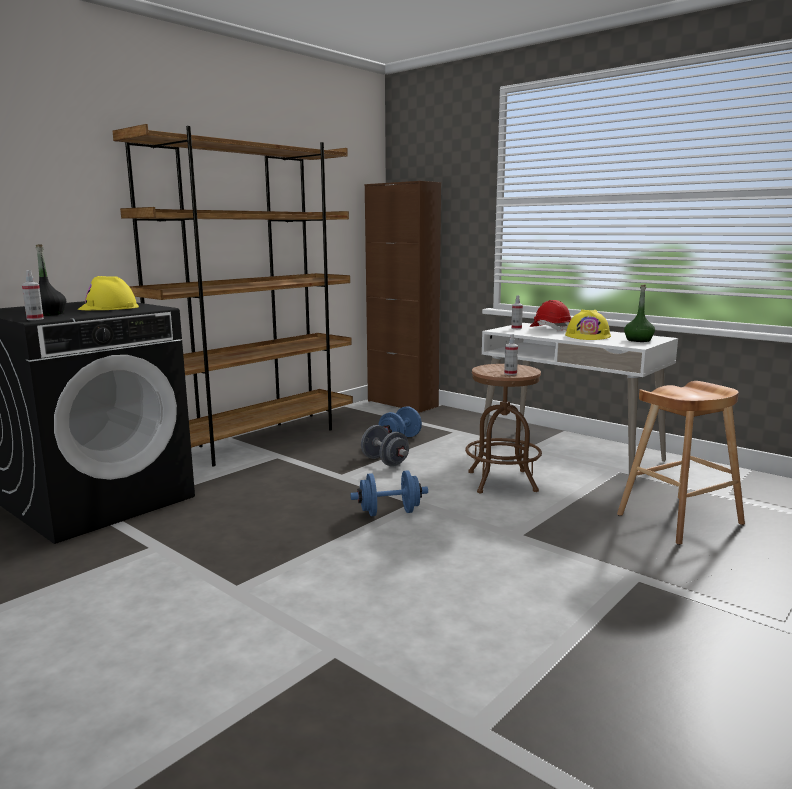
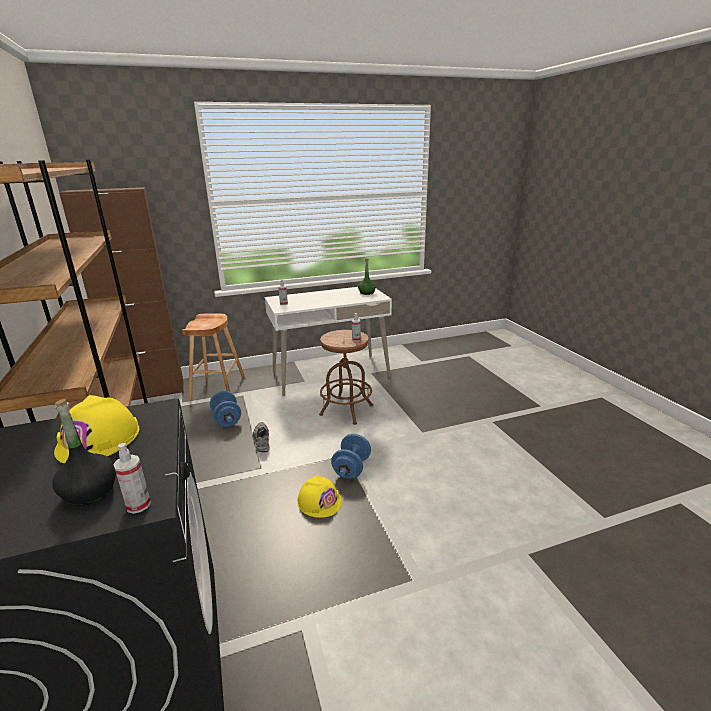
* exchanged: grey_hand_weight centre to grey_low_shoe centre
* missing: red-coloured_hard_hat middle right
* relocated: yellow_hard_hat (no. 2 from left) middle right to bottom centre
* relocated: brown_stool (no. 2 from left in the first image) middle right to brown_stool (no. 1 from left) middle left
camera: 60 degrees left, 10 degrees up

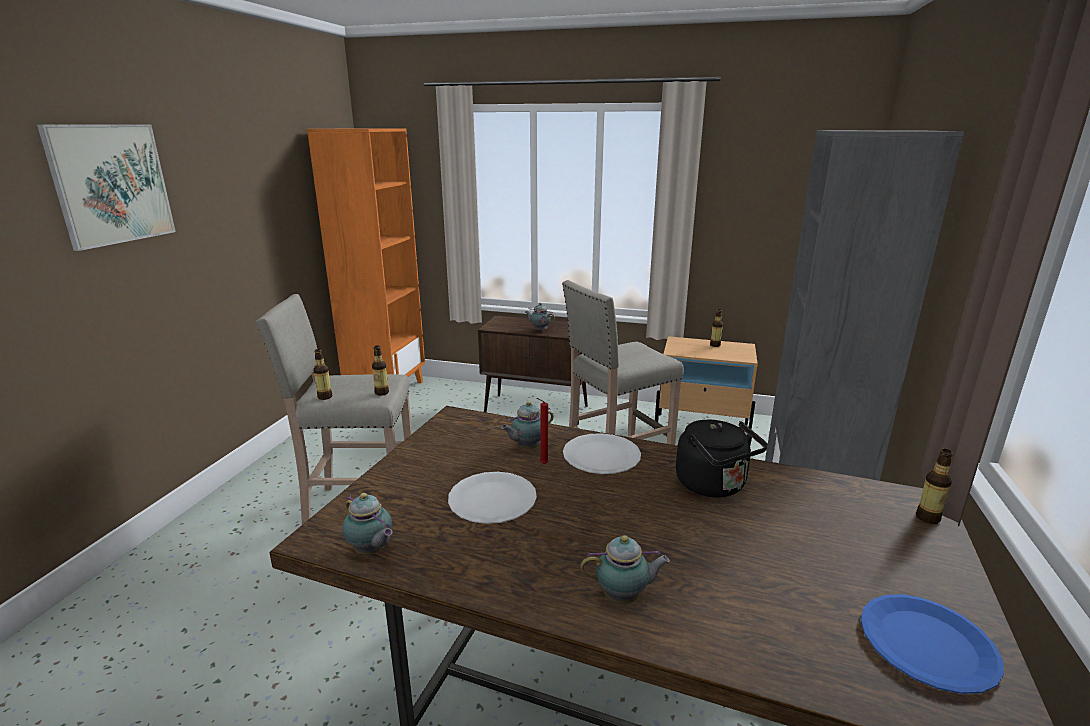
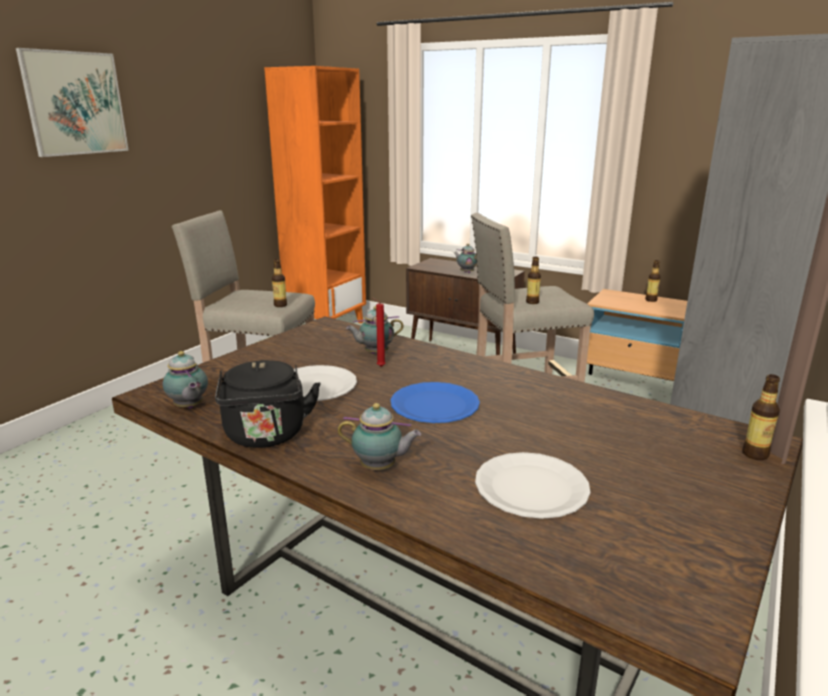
* relocated: bottle (no. 1 from left in the first image) middle left to bottle (no. 2 from left) centre
* relocated: white_flat_dish (no. 2 from left) centre to bottom centre
* relocated: black_water_kettle centre to middle left
* relocated: blue_flat_dish bottom right to centre
camera: 15 degrees right, 0 degrees up

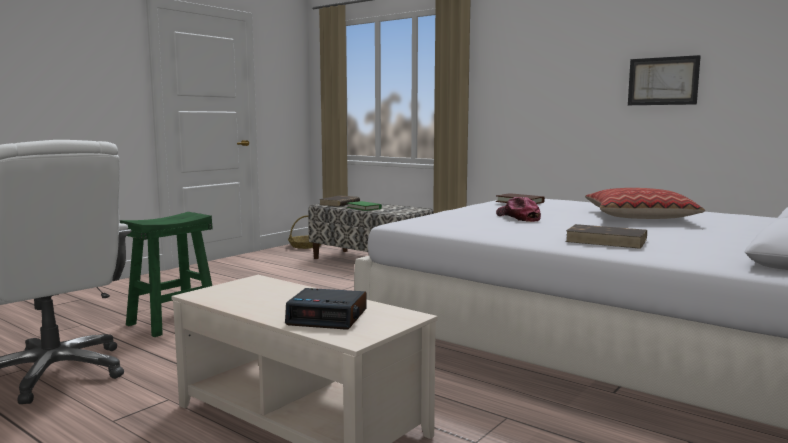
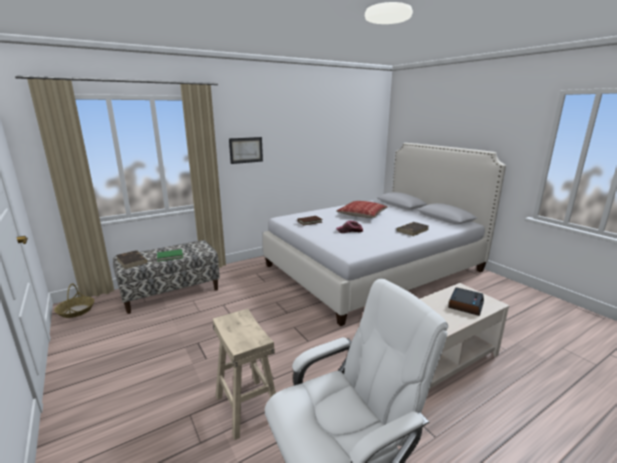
* colour: greenish_stool middle left to beige_stool bottom centre
* relocated: wall_art top right to top centre
camera: 70 degrees left, 10 degrees up

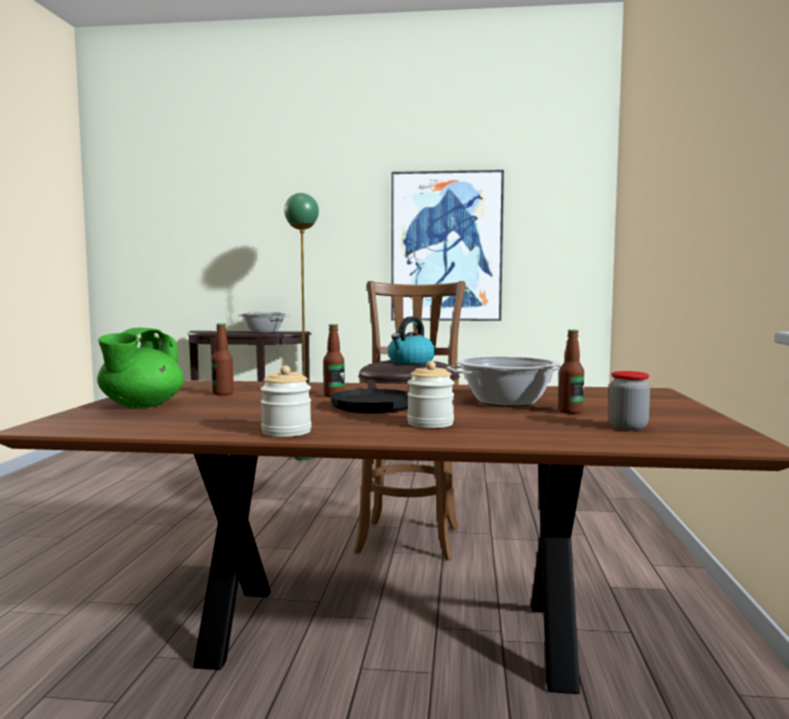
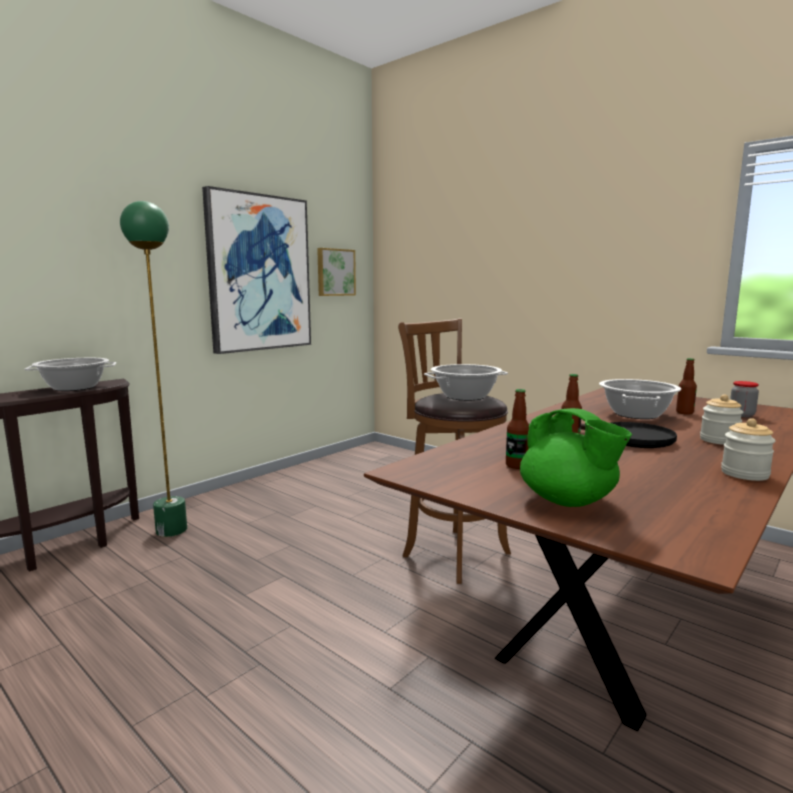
* exchanged: water_kettle centre to saucepot (no. 2 from left) centre
* appeared: wall_art (no. 2 from left) centre
camera: 55 degrees left, 5 degrees up

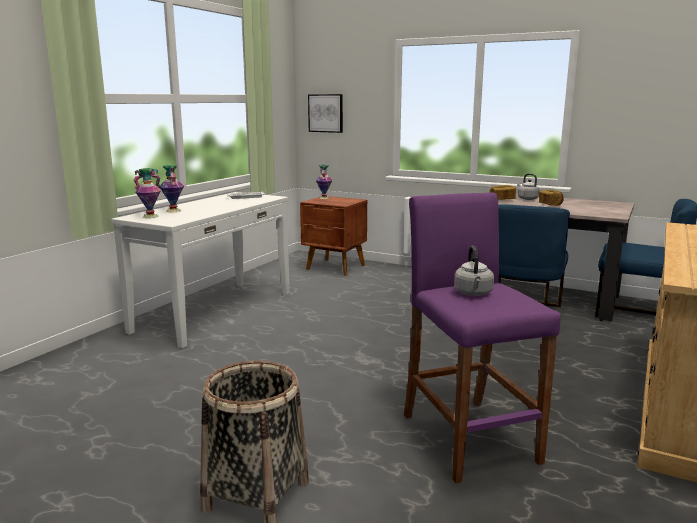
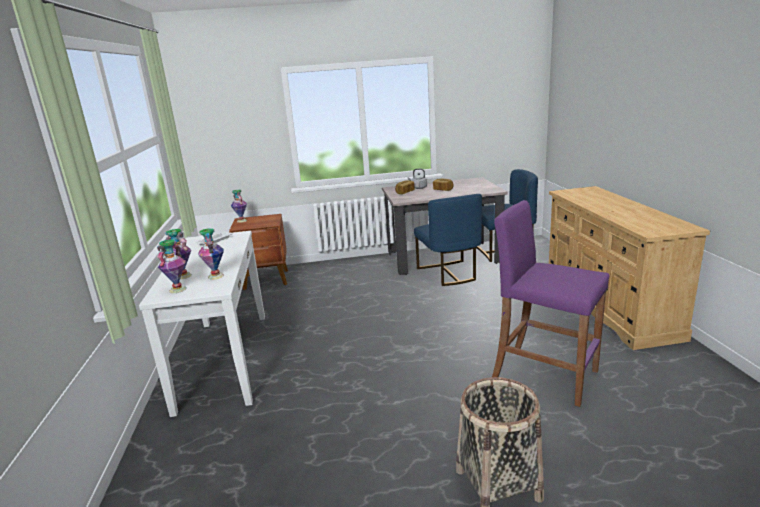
* missing: wall_art top centre
* missing: grey_water_kettle (no. 1 from left) middle right
* appeared: decorative_vase (no. 3 from left) middle left
camera: 35 degrees left, 5 degrees up

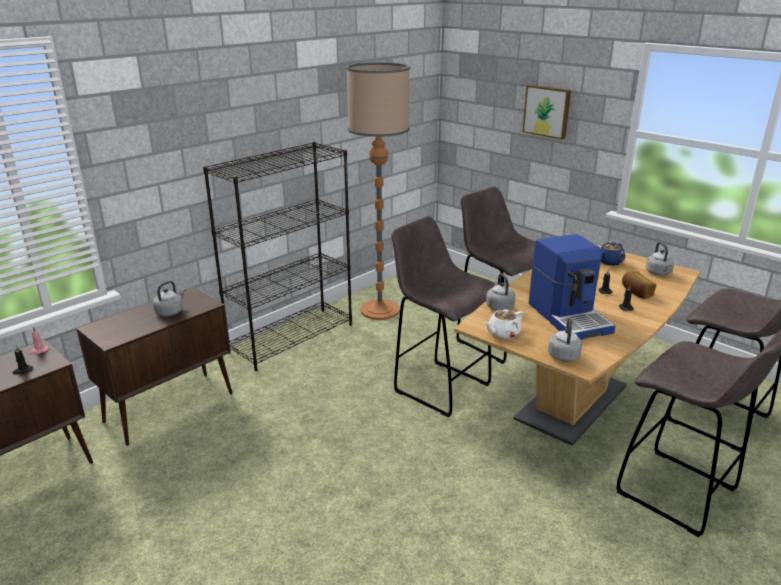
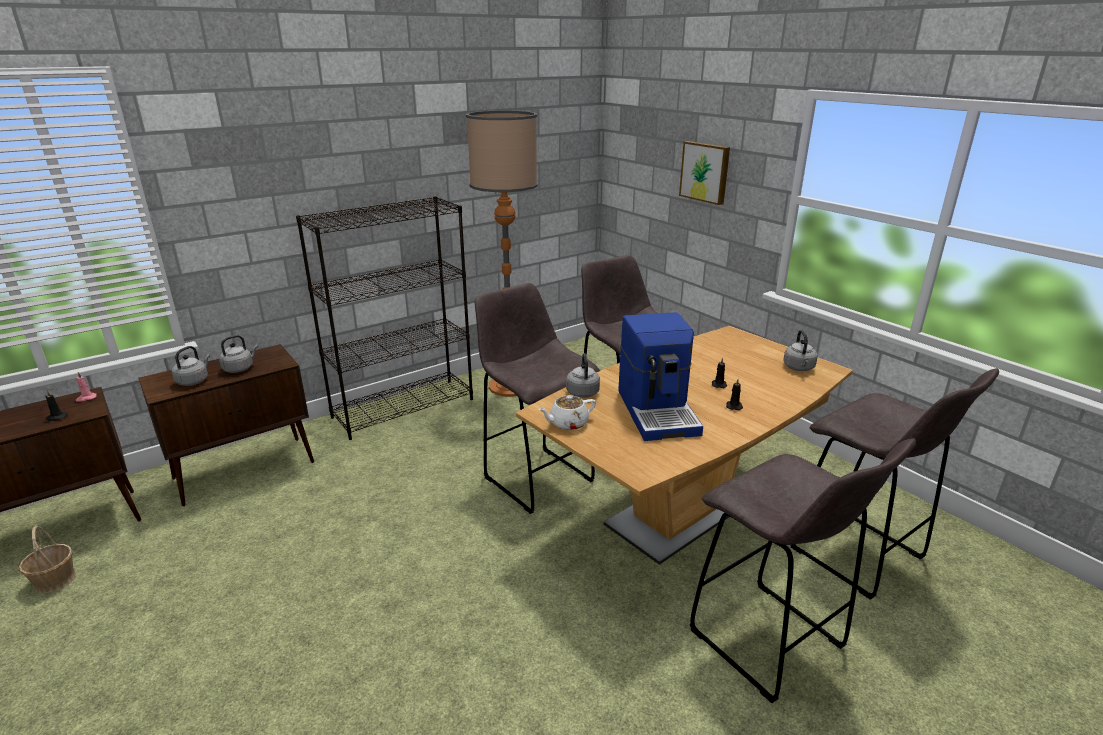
* relocated: grey_water_kettle (no. 3 from left in the first image) middle right to grey_water_kettle (no. 1 from left) middle left
* missing: blue_pot_for_tea middle right
* missing: bread middle right
* appeared: storage_basket bottom left
camera: 10 degrees right, 0 degrees up

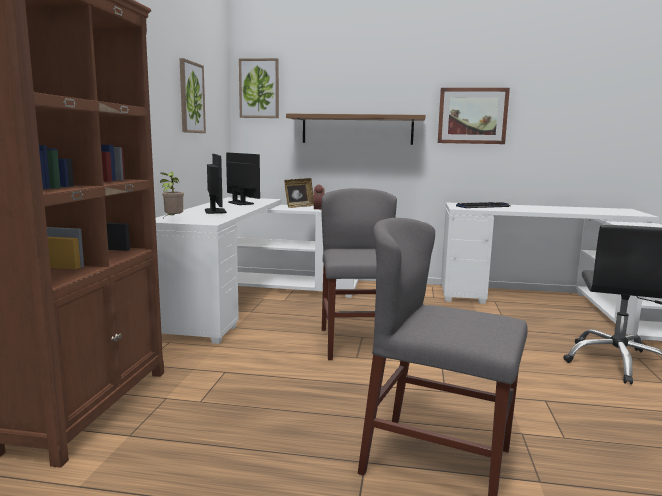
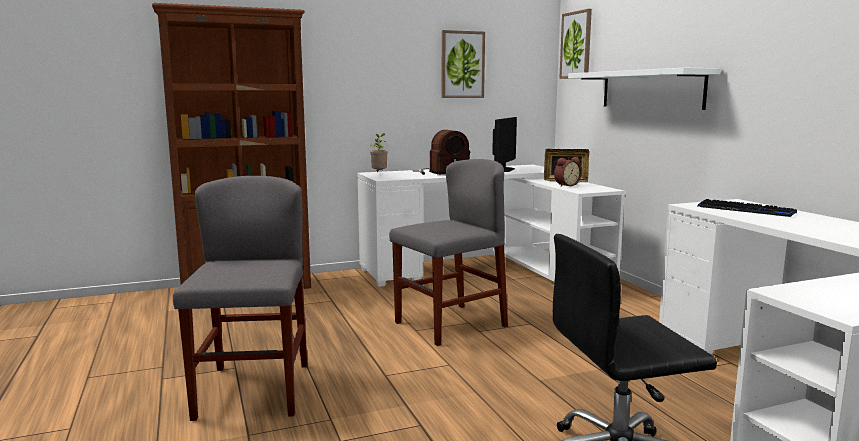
* exchanged: monitor (no. 1 from left) middle left to radio centre
* colour: brown_bracket_shelf top centre to white_bracket_shelf top right
* missing: wall_art (no. 3 from left) top right
camera: 60 degrees right, 0 degrees up

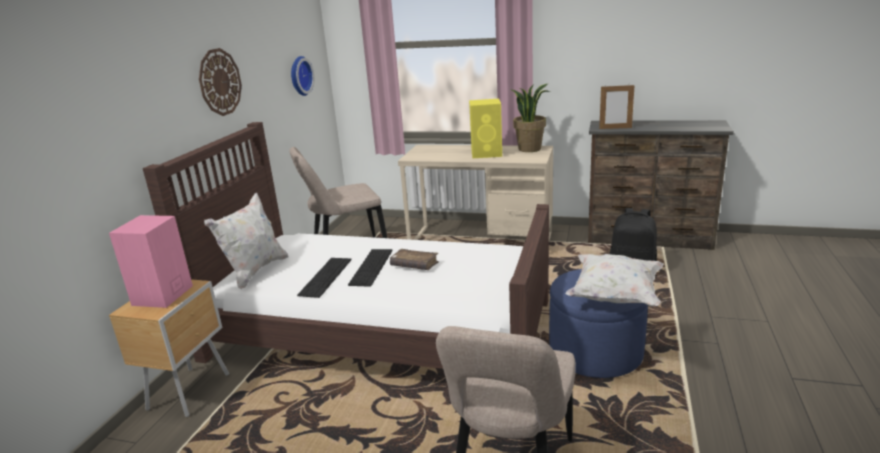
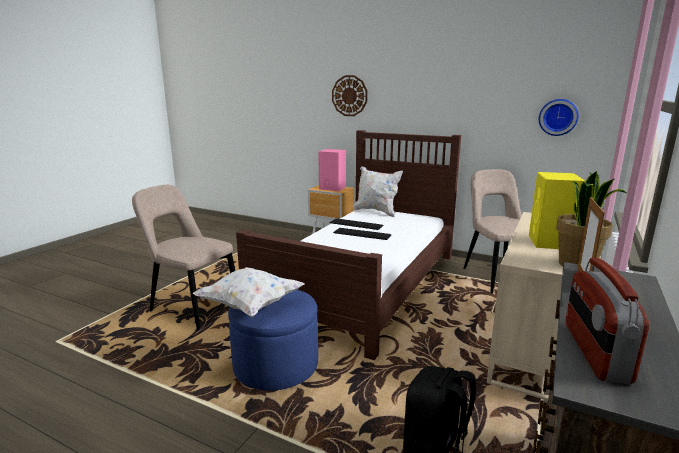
* relocated: hanging_clock (no. 1 from left) top left to top centre
* missing: brown_volume centre
* appeared: radio bottom right
camera: 100 degrees right, 5 degrees down

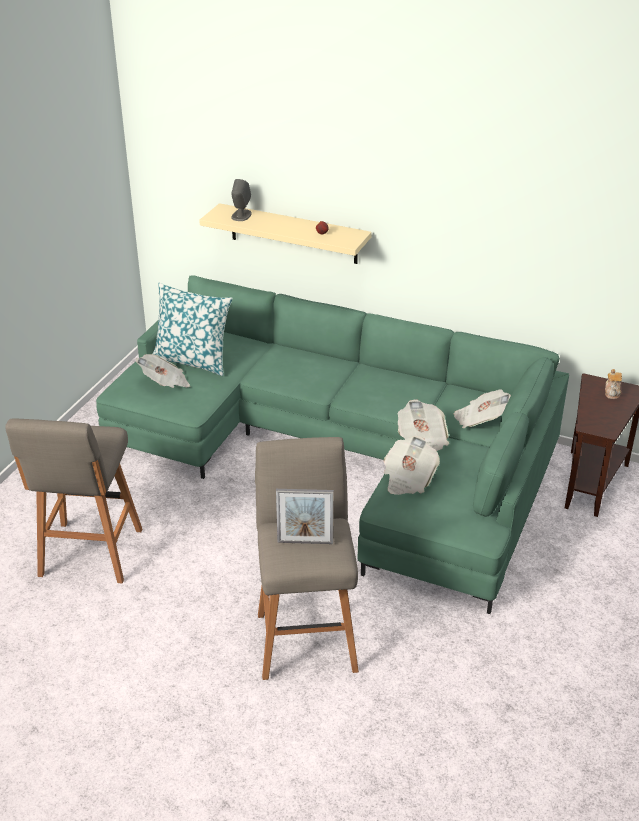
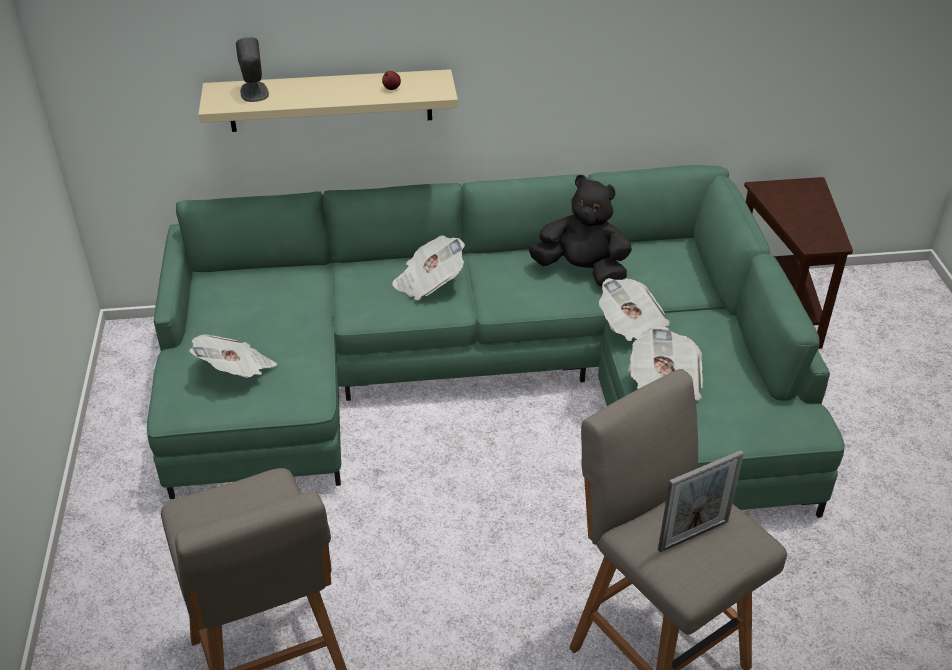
* missing: pillow middle left
* relocated: printed_paper (no. 4 from left in the first image) middle right to printed_paper (no. 2 from left) centre
* missing: pot_for_tea middle right
* appeared: black_soft_toy centre
camera: 30 degrees left, 5 degrees up

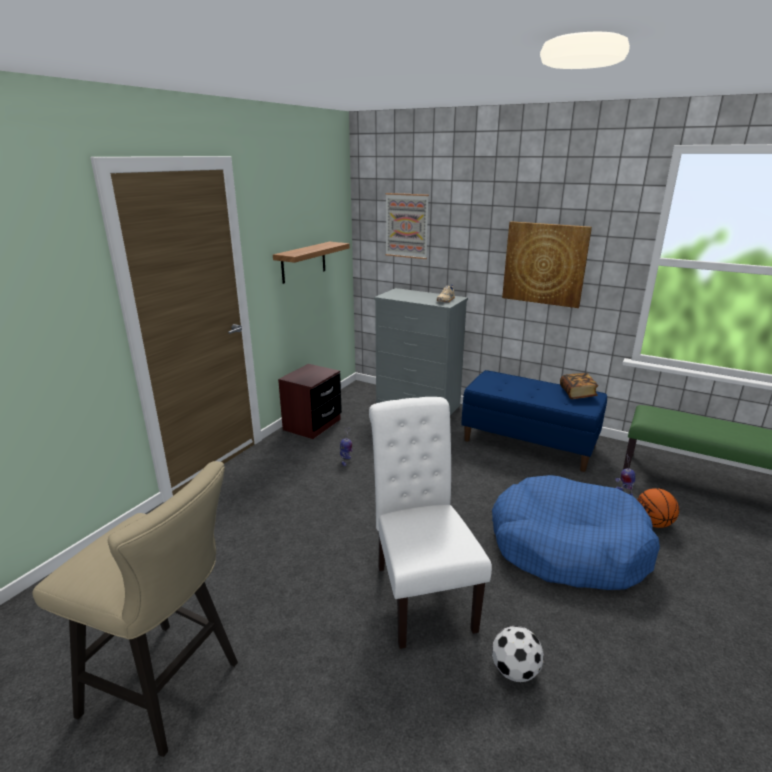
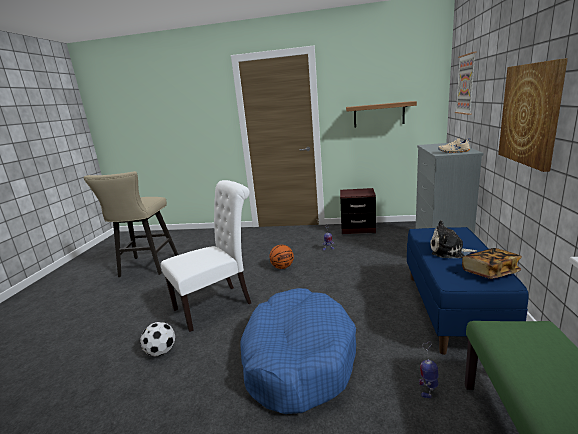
* relocated: ball_for_basketball middle right to centre
* appeared: soft_toy middle right
camera: 70 degrees right, 5 degrees down

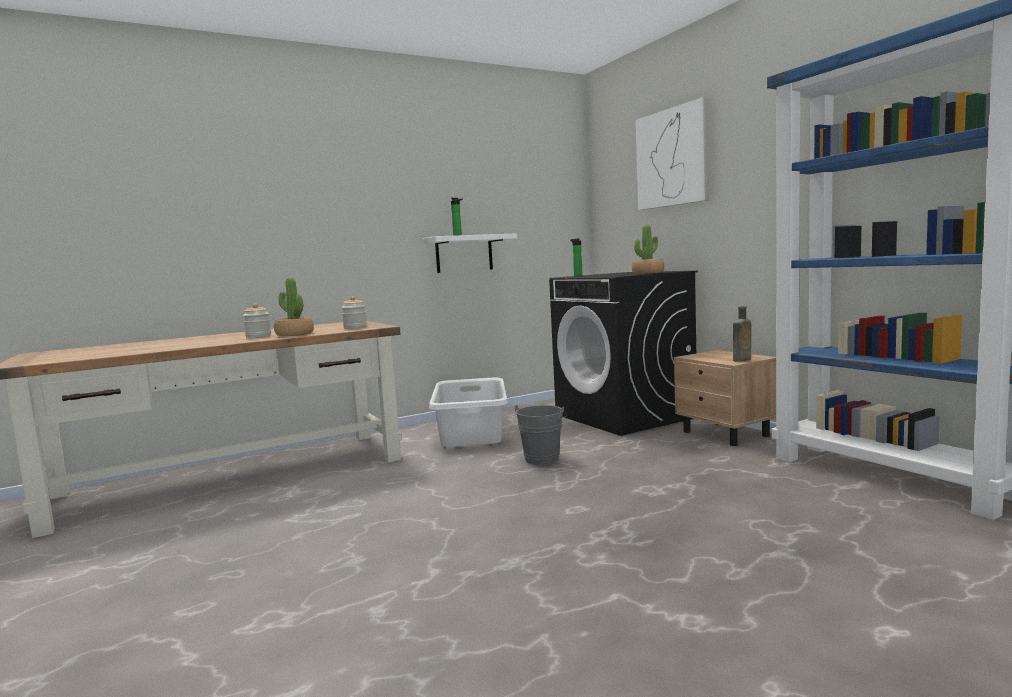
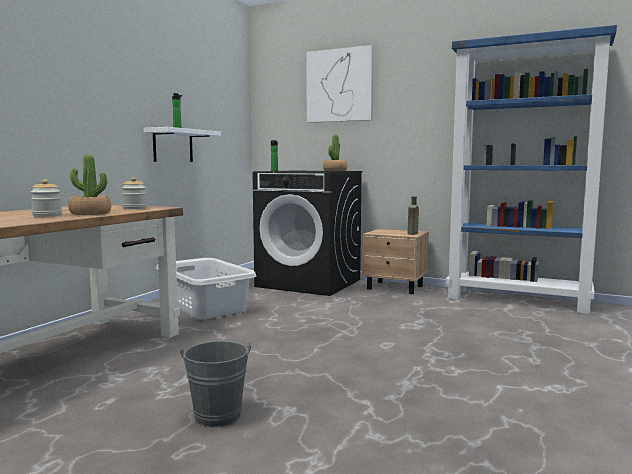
* relocated: grey_water_bucket centre to bottom centre
camera: 35 degrees left, 0 degrees up

